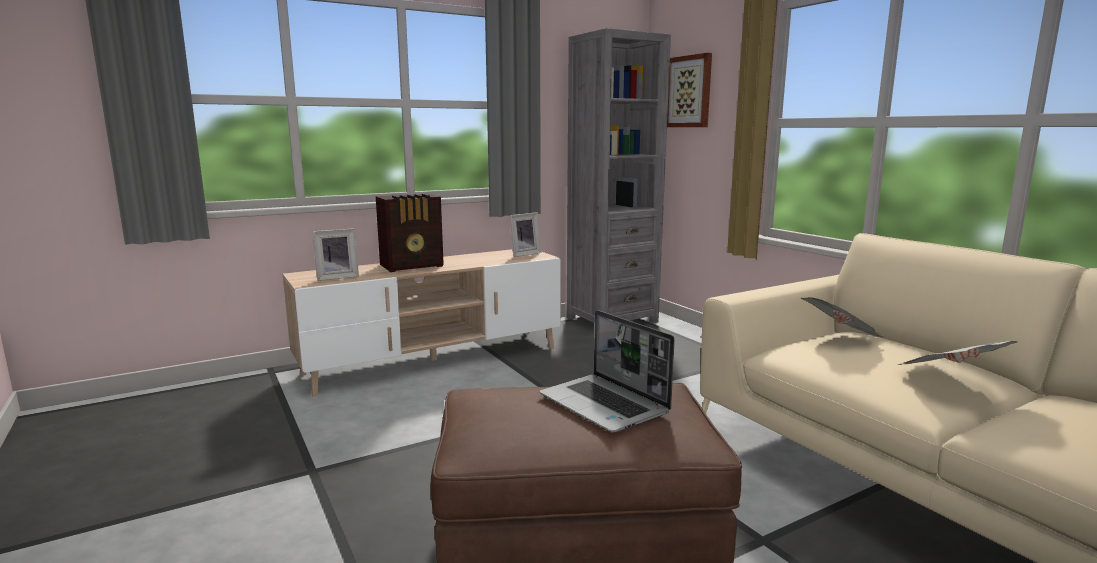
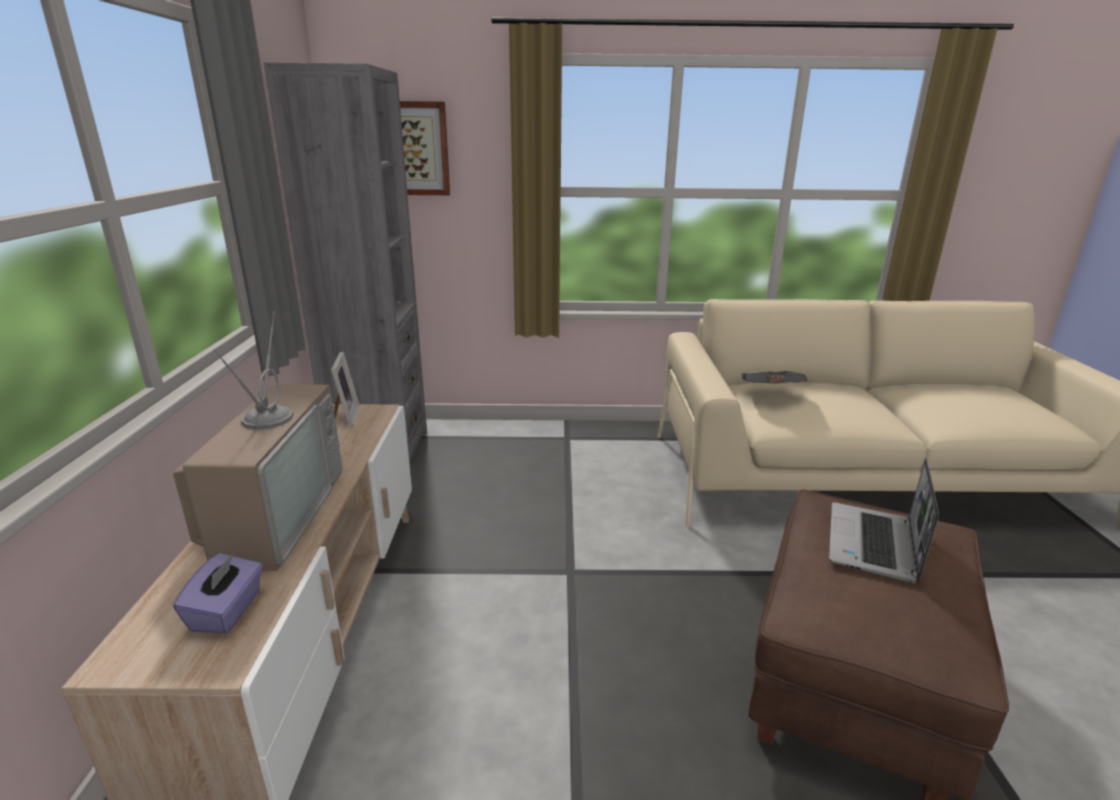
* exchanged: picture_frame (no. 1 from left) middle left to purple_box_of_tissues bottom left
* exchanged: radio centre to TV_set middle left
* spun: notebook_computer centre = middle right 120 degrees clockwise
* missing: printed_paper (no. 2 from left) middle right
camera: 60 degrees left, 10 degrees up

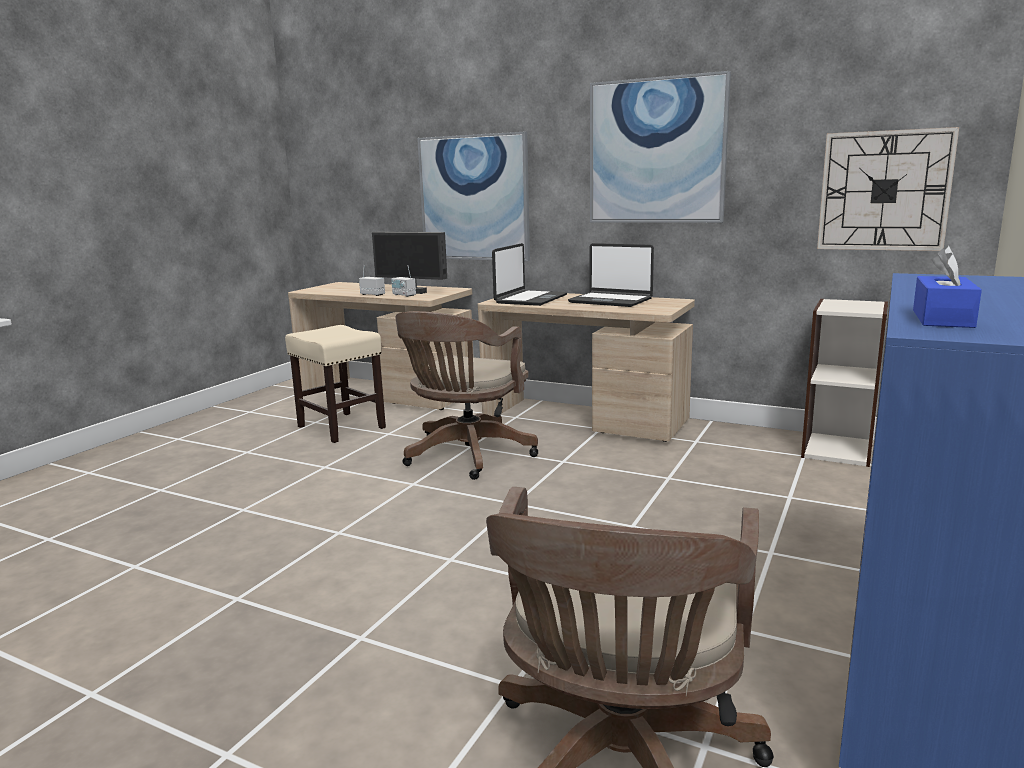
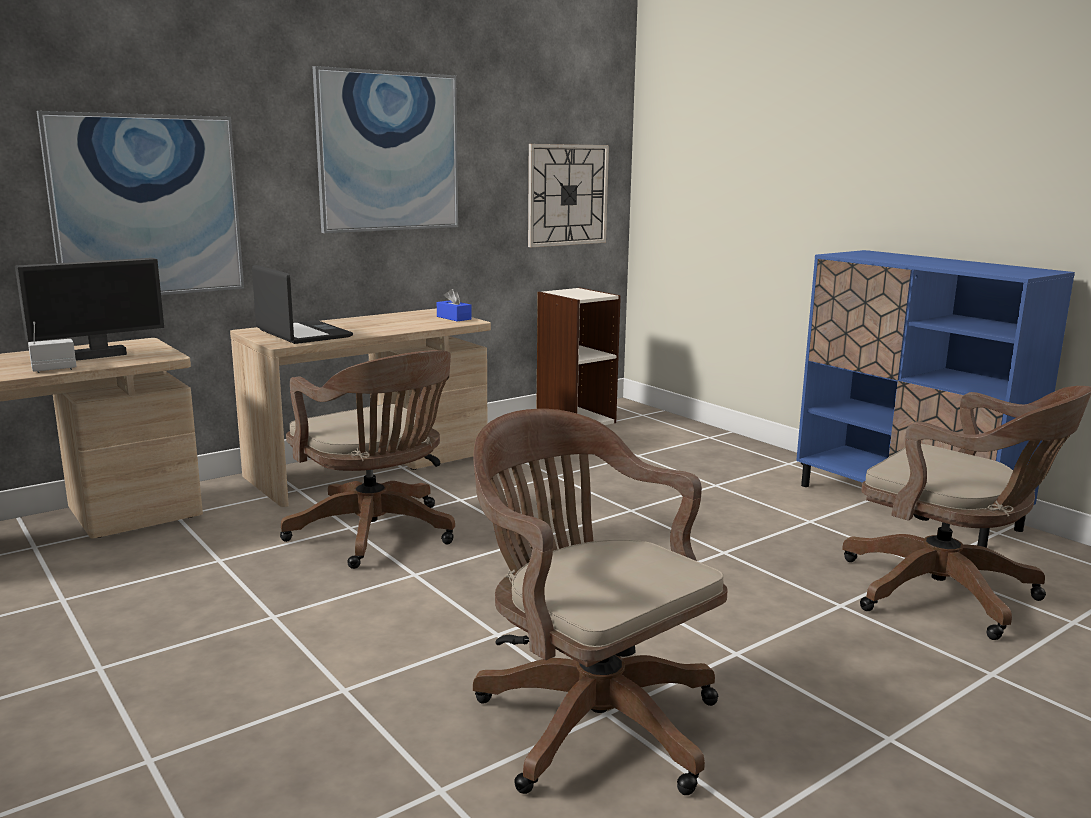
* missing: beige_stool middle left
* missing: radio (no. 2 from left) centre
* missing: notebook_computer (no. 2 from left) centre
* relocated: blue_box_of_tissues middle right to centre
* appeared: brown_desk_chair (no. 2 from left) bottom centre
camera: 65 degrees left, 0 degrees up

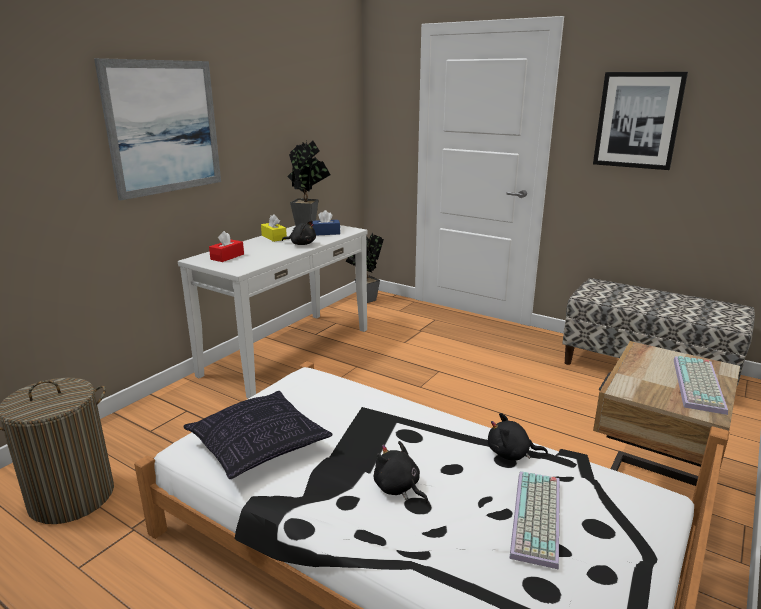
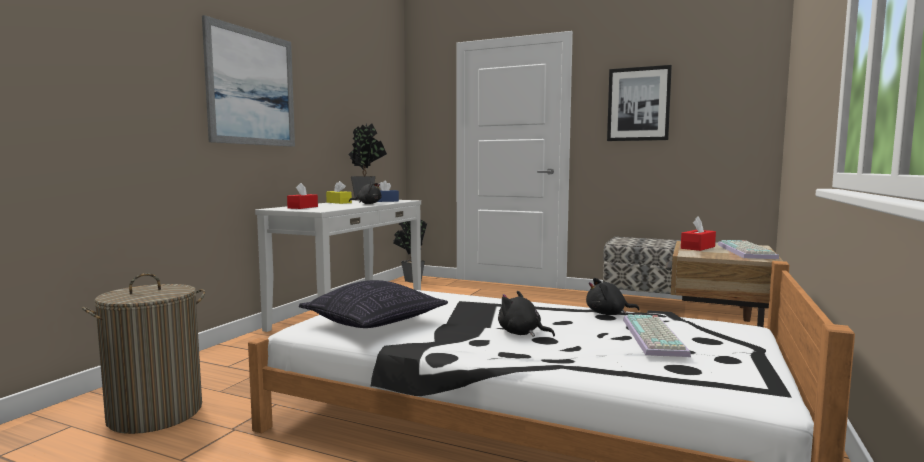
* appeared: red-coloured_box_of_tissues (no. 2 from left) middle right
camera: 10 degrees left, 15 degrees down

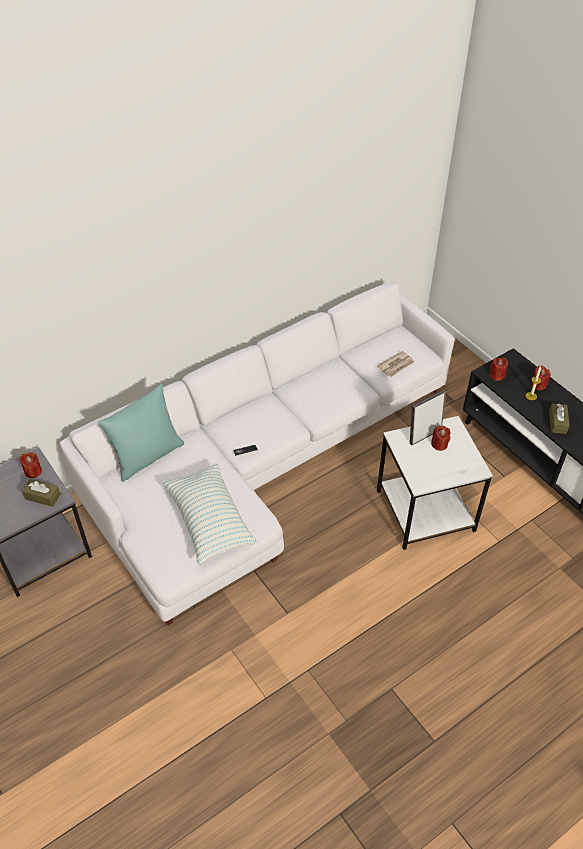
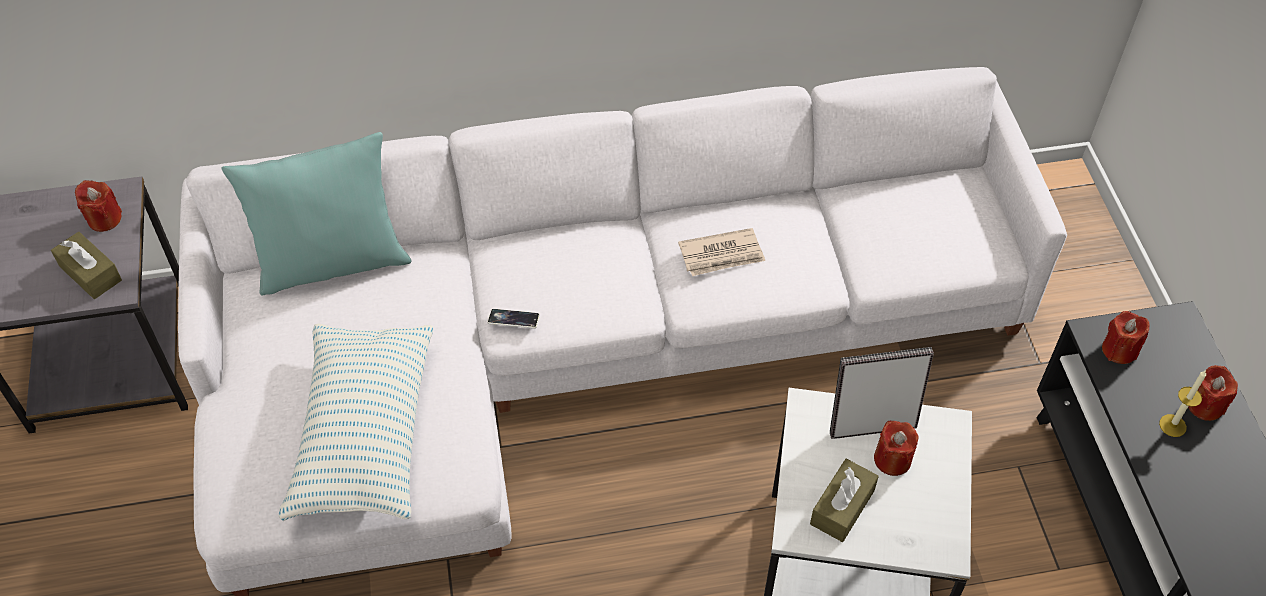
* relocated: printed_paper middle right to centre
* relocated: brown_box_of_tissues (no. 2 from left) middle right to bottom right
camera: 25 degrees right, 5 degrees up

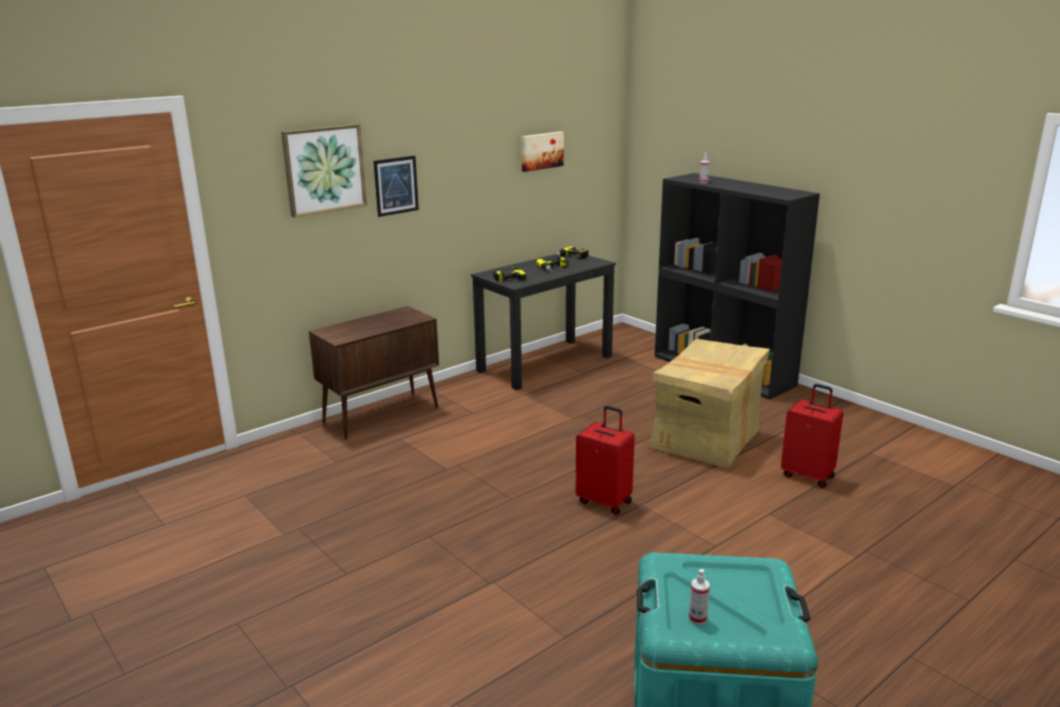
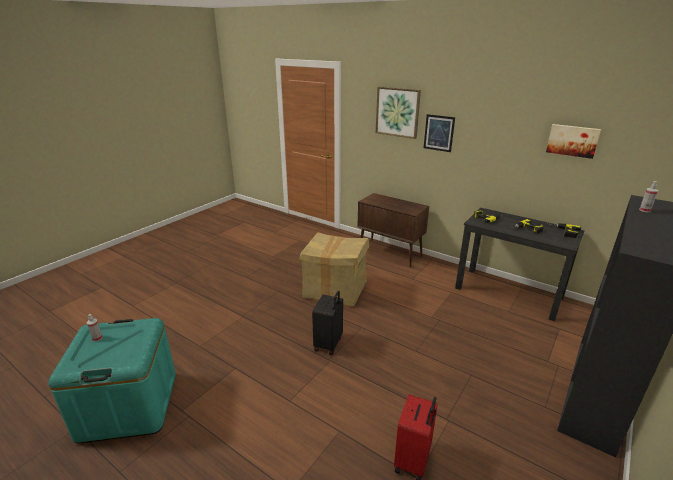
* colour: red-coloured_piece_of_luggage (no. 1 from left) centre to black_piece_of_luggage bottom centre
* relocated: packing_box middle right to centre
camera: 75 degrees right, 5 degrees up

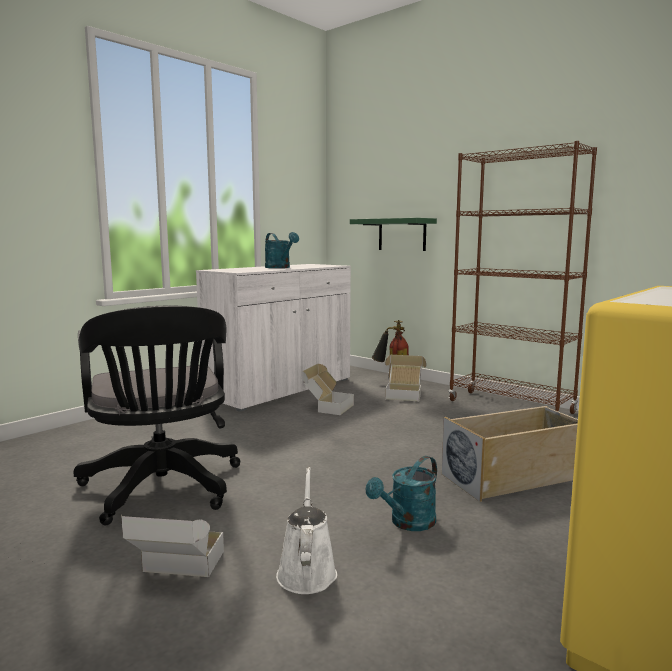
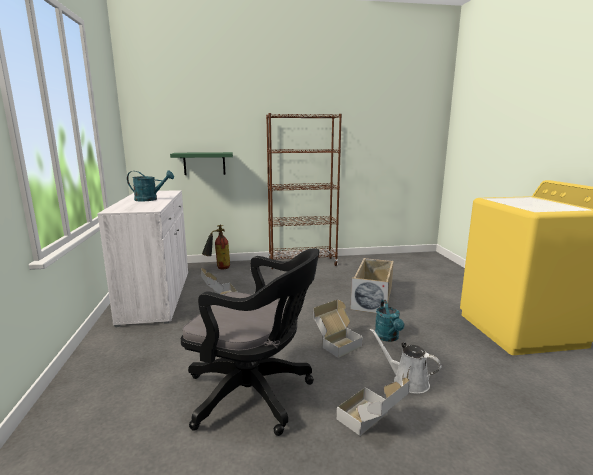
* relocated: packing_box (no. 3 from left in the first image) centre to packing_box (no. 2 from left) bottom centre
camera: 50 degrees left, 5 degrees up

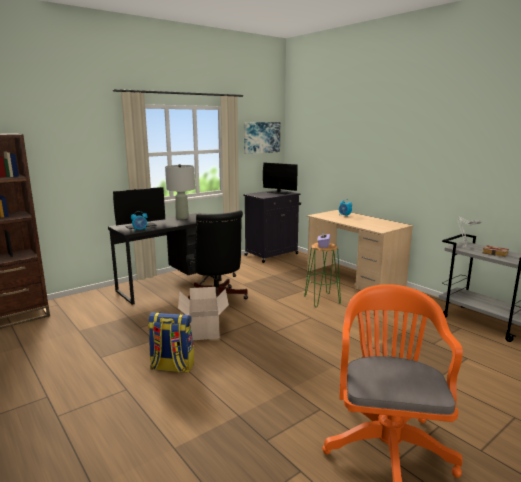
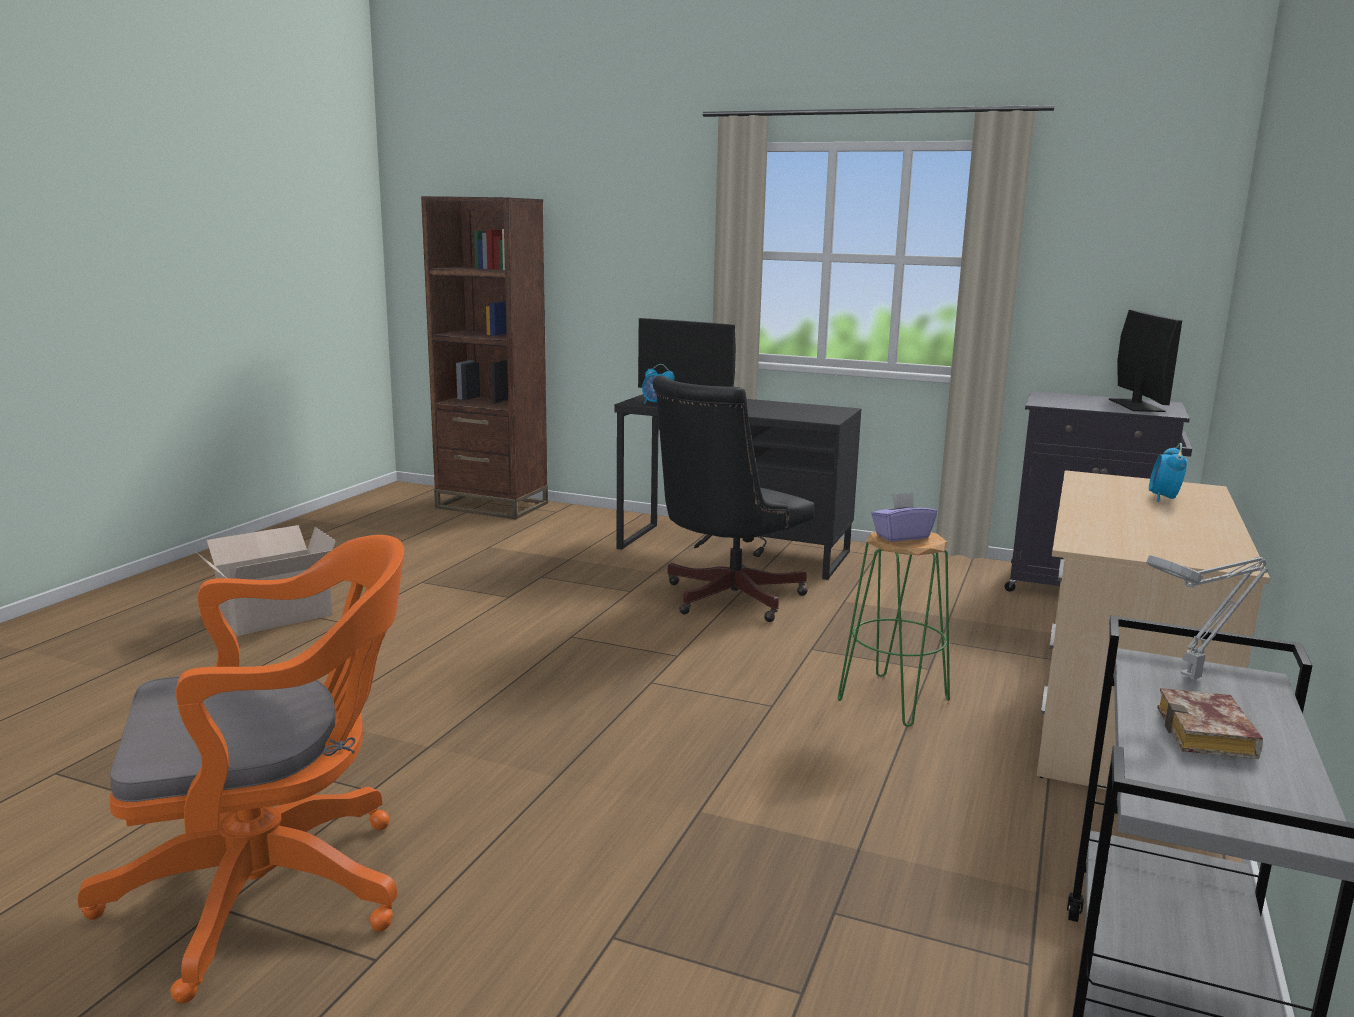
* missing: rucksack bottom left
* missing: grey_table_lamp (no. 1 from left) centre
* relocated: packing_box centre to middle left
* missing: wall_art top centre
camera: 60 degrees right, 0 degrees up

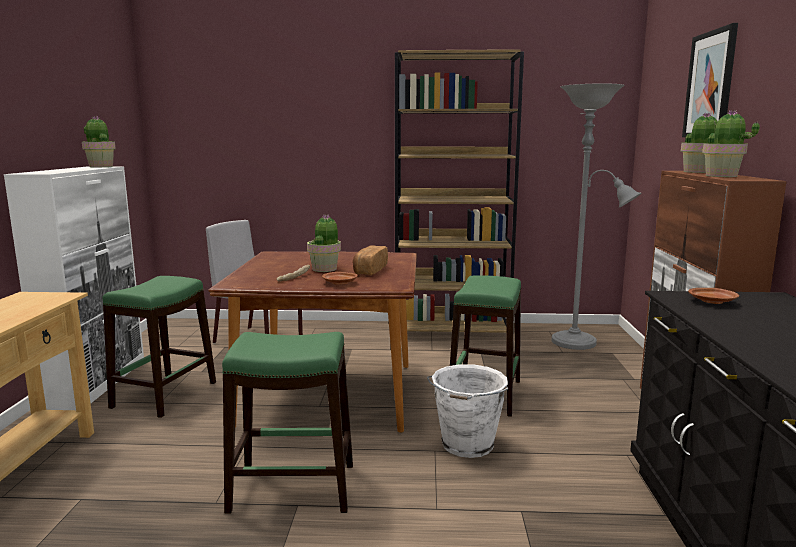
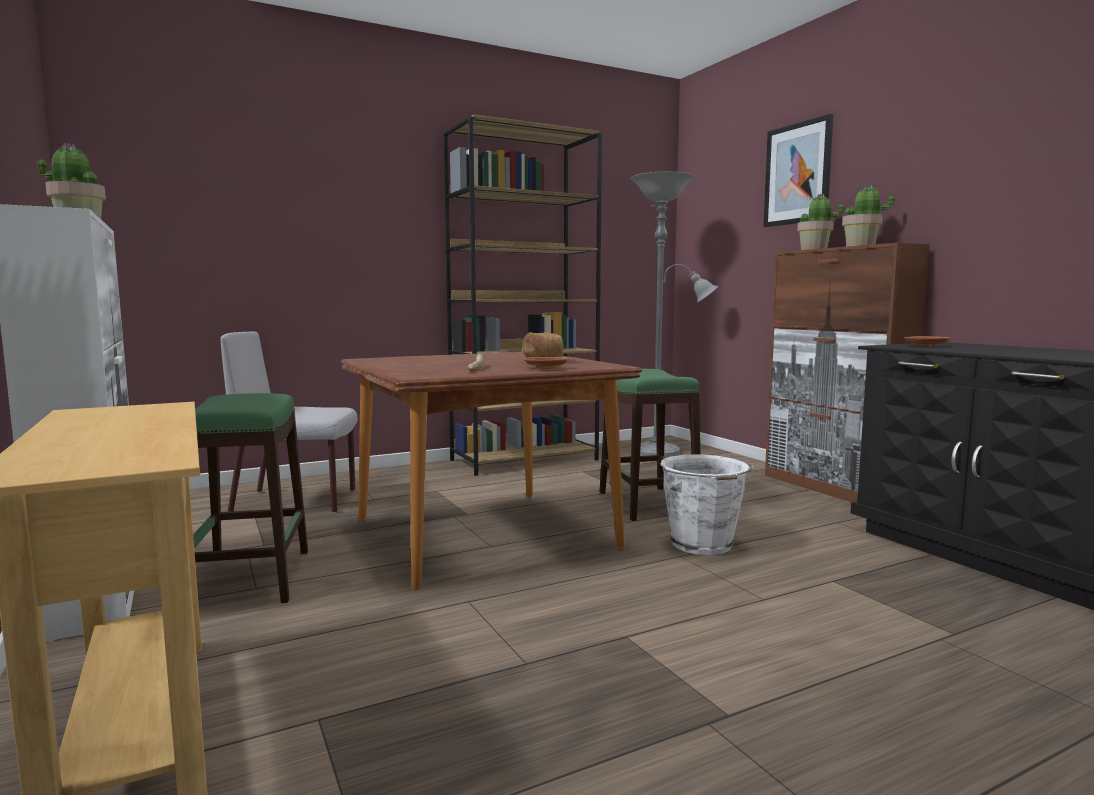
* missing: greenish_stool (no. 2 from left) bottom centre
* missing: potted_plant (no. 2 from left) centre
camera: 30 degrees left, 5 degrees down

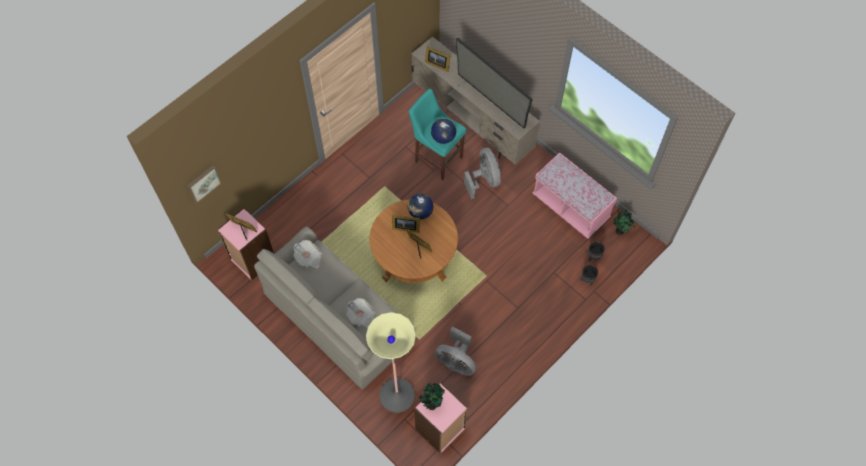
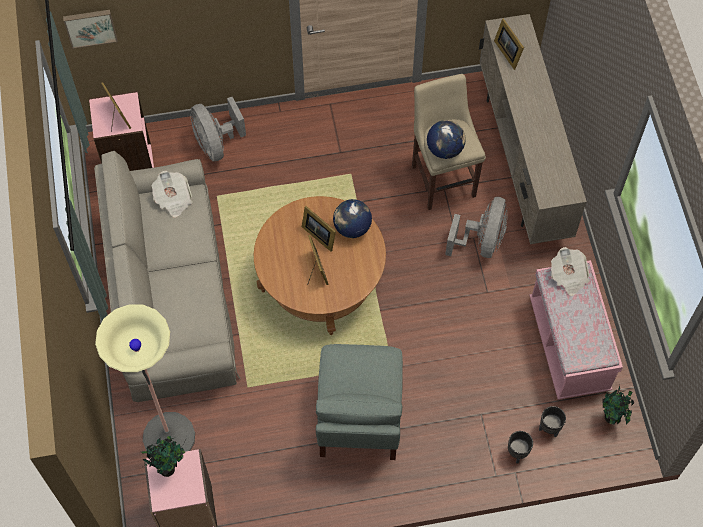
* relocated: printed_paper (no. 2 from left) bottom centre to middle right
* colour: turquoise-coloured_stool top centre to beige_stool top centre
* relocated: grey_fan (no. 1 from left) bottom centre to top left
* missing: TV_set top centre
* appeared: grey_armchair bottom centre
camera: 35 degrees right, 0 degrees up

